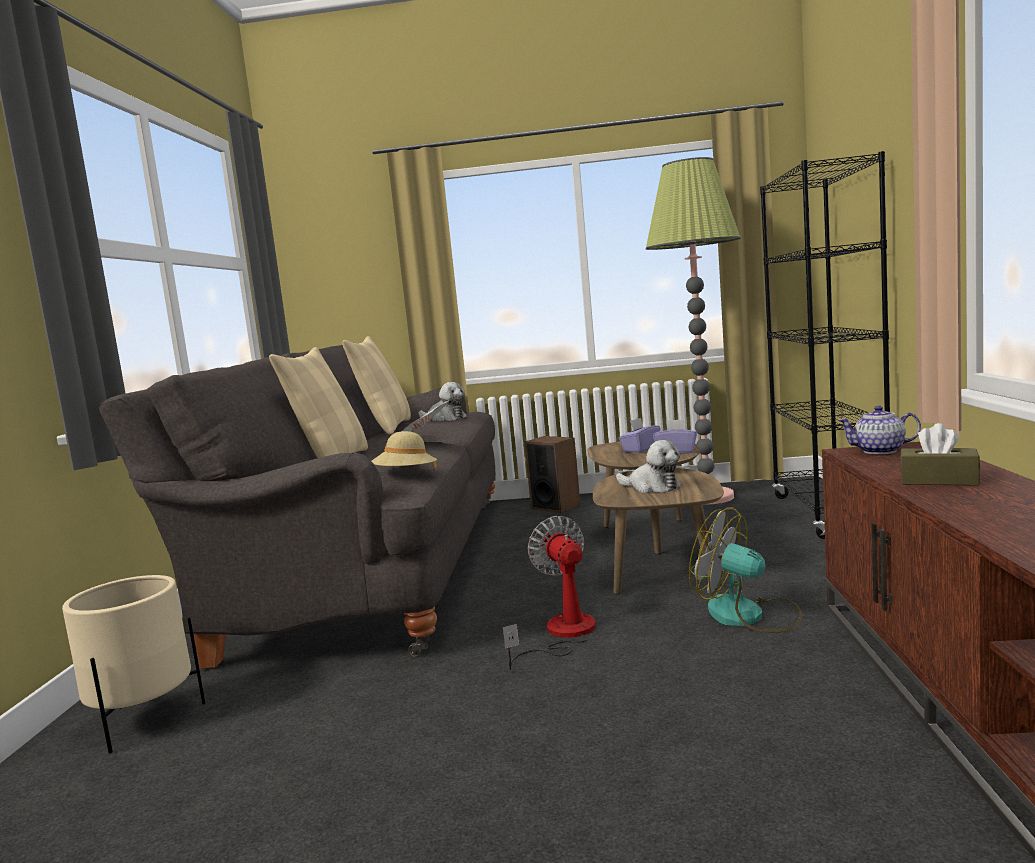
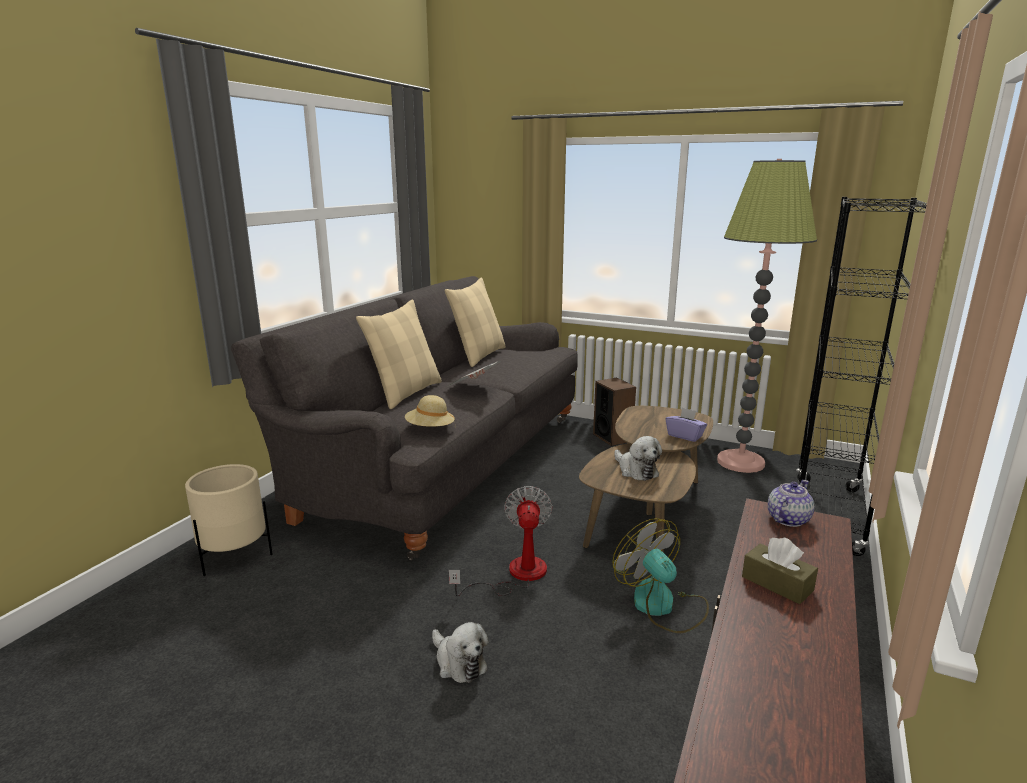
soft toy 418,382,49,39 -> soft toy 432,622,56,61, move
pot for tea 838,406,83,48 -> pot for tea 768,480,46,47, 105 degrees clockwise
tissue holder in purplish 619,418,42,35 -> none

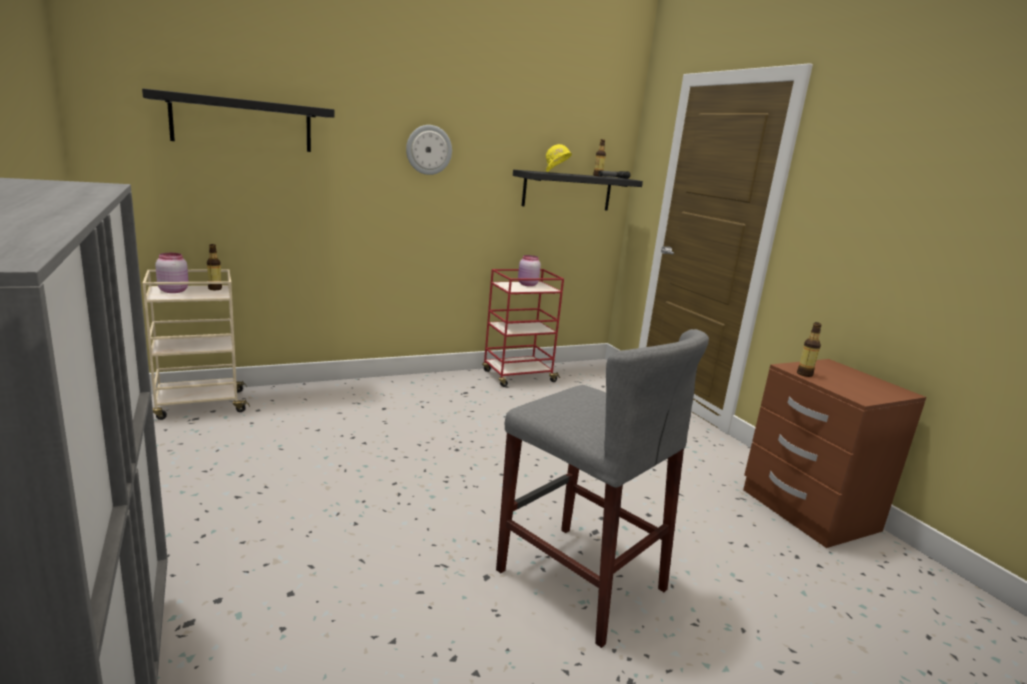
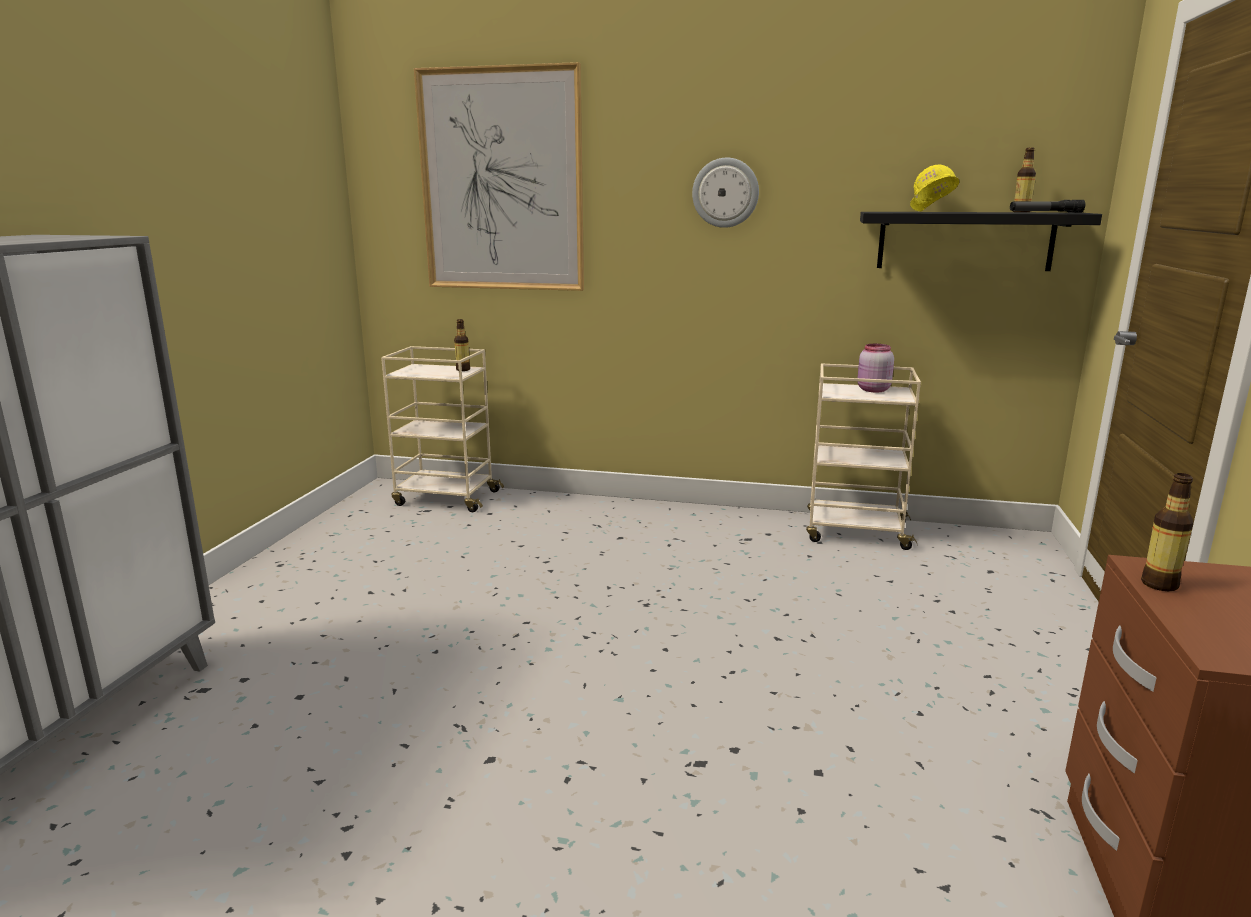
bracket shelf in black 142,88,192,64 -> wall picture 414,62,170,229
preserve jar in pink-coloured 155,253,34,40 -> none
cart in red-coloured 482,269,82,118 -> cart in beige 806,364,115,186
sitting stool in gray 496,329,213,319 -> none

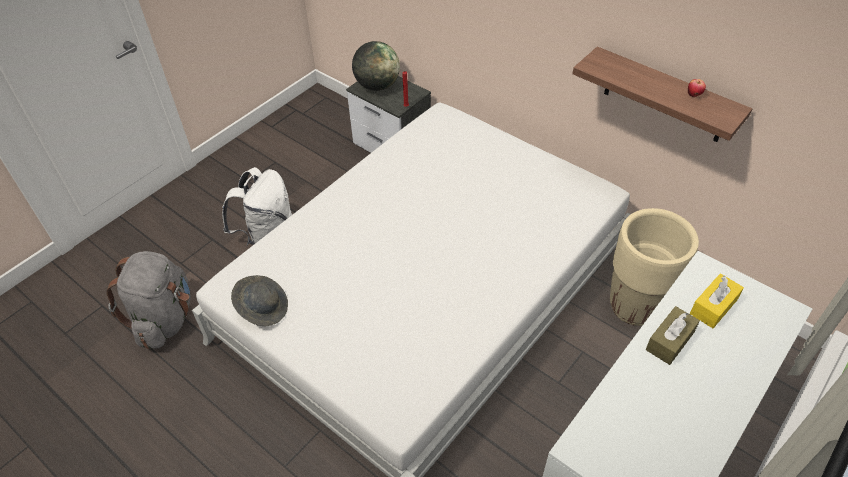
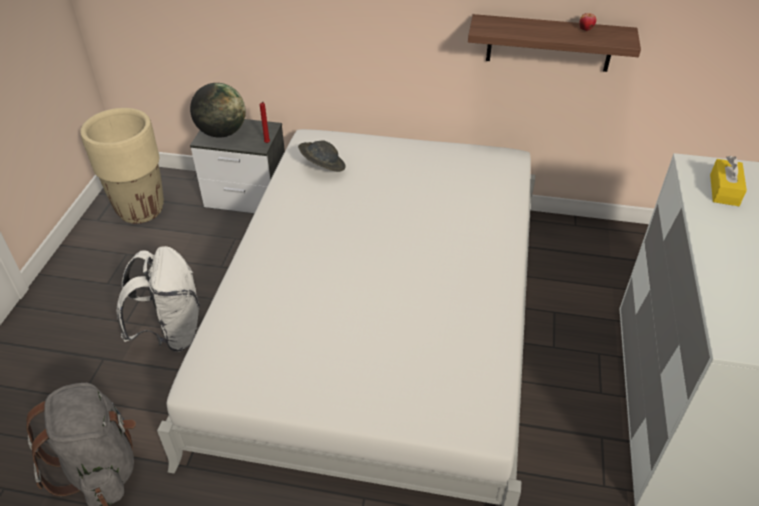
planter in beige 610,208,89,118 -> planter in beige 80,108,84,116, move
clothing hat in gray 231,275,57,51 -> clothing hat in gray 298,140,47,32, move
tissue holder in brownish 646,306,54,59 -> none

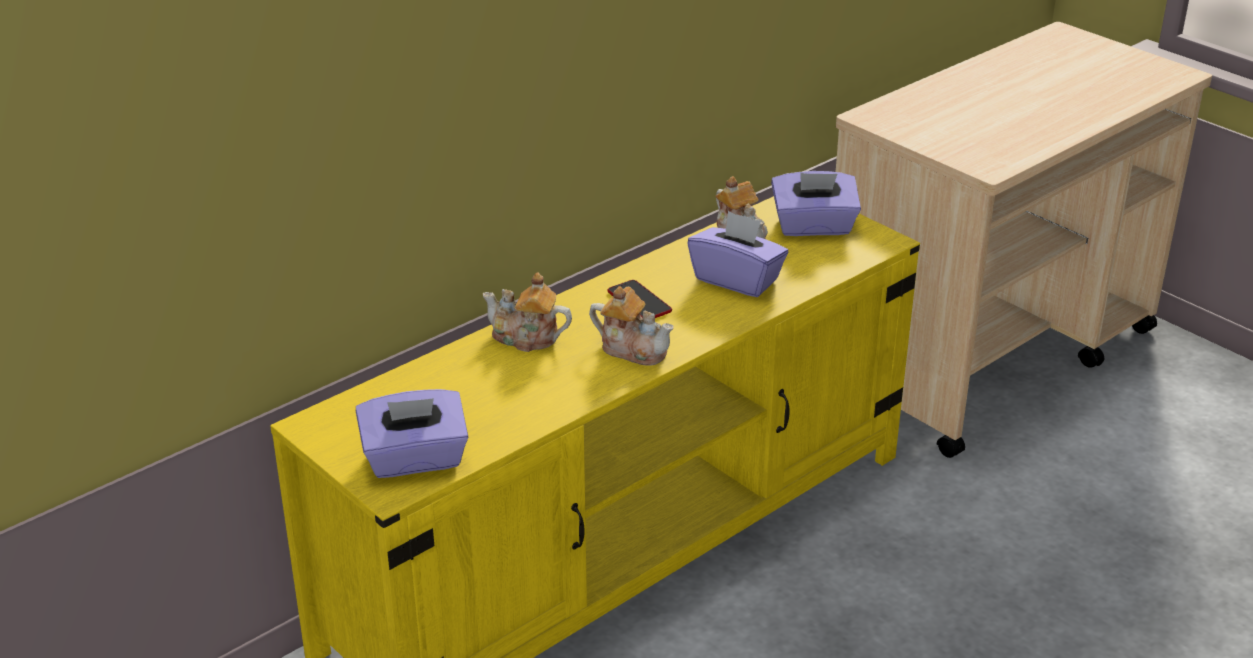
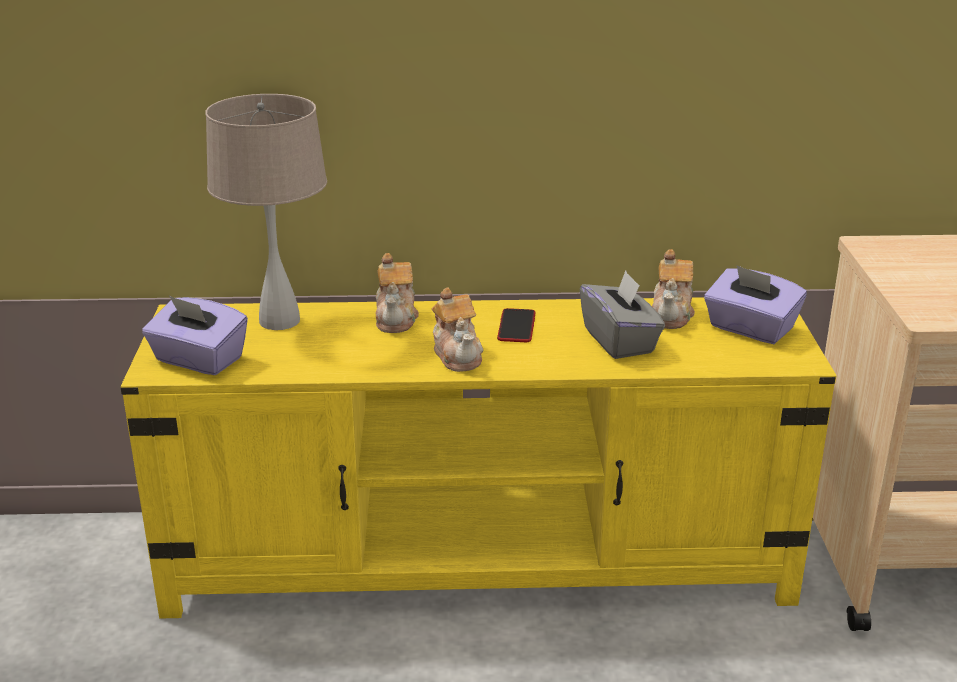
tissue holder in purplish 687,211,101,86 -> tissue holder in gray 580,270,85,89
pot for tea 483,272,89,80 -> pot for tea 376,253,43,80, 150 degrees counterclockwise
none -> table lamp in beige 205,94,122,236

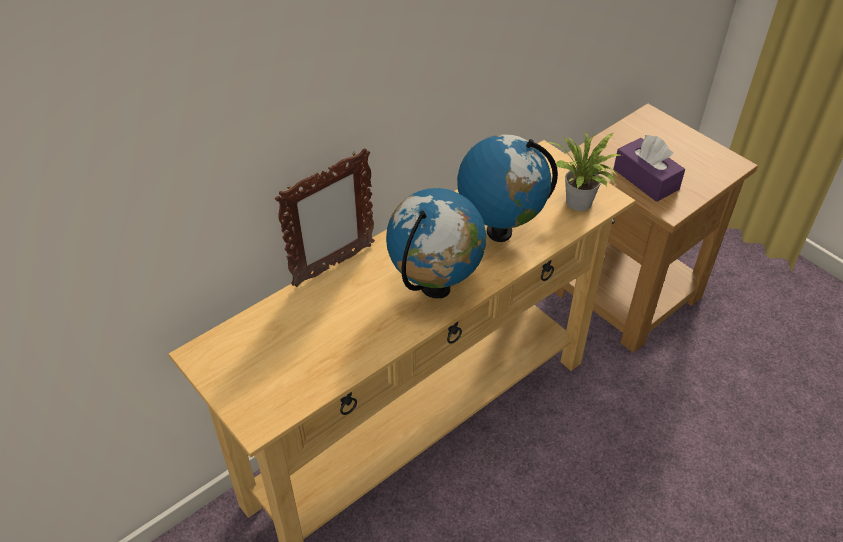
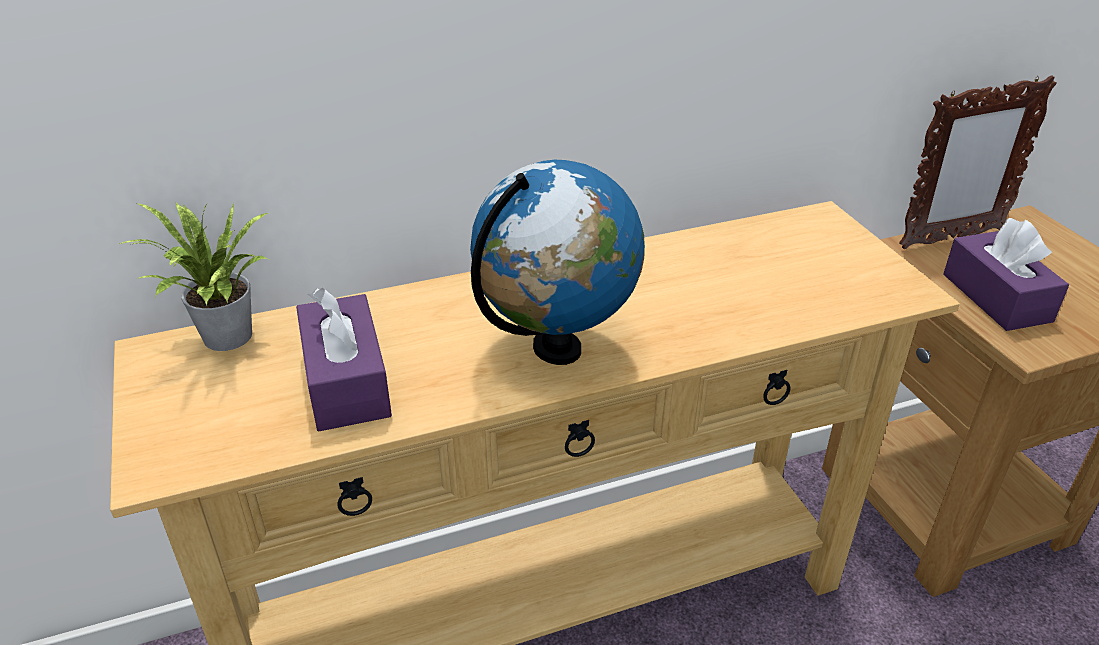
houseplant 547,132,73,79 -> houseplant 119,203,149,148, move
globe 457,134,101,108 -> none
picture frame 275,148,100,139 -> picture frame 899,76,158,173, move
none -> tissue holder in purplish 296,287,96,144

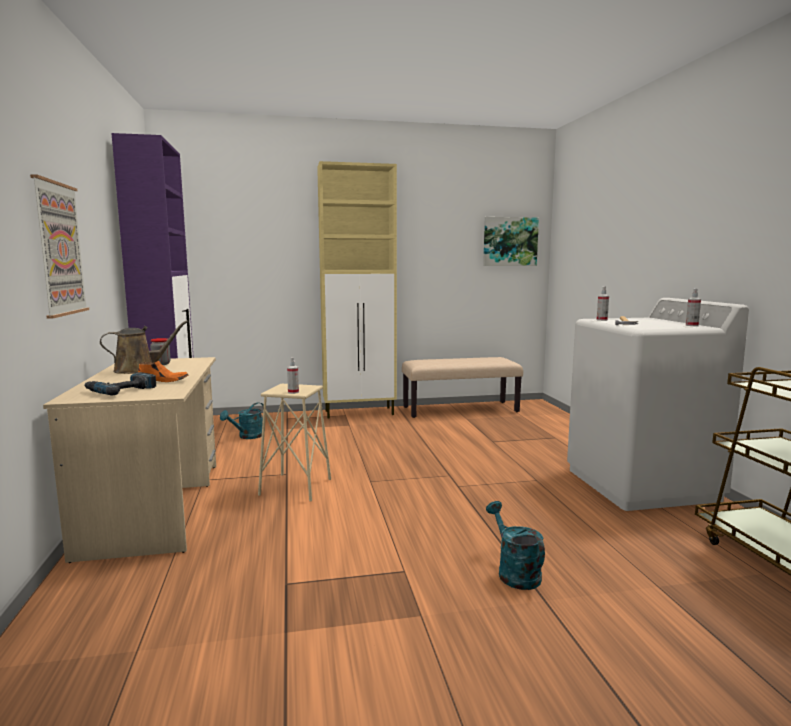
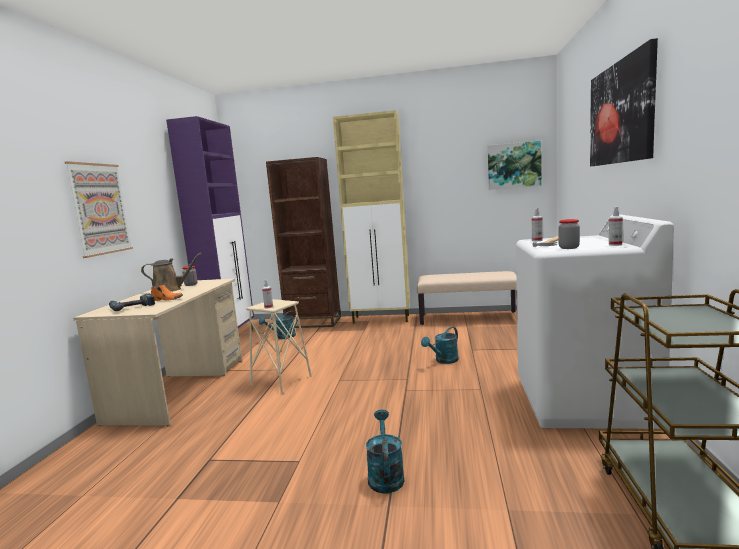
none -> wall picture 590,38,68,128
none -> bookshelf in brownish 266,157,75,171
none -> preserve jar 558,219,22,30
none -> sprinkling can in turquoise-coloured 421,327,38,37

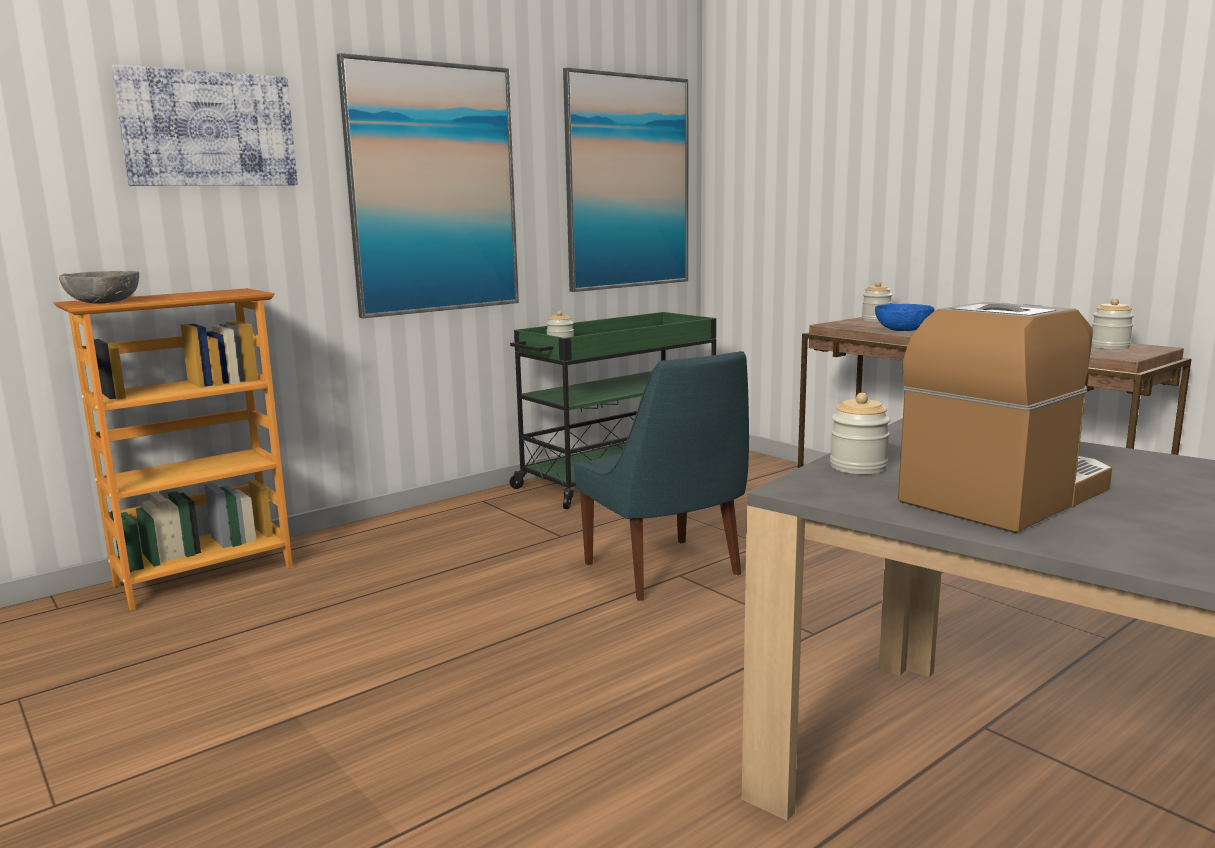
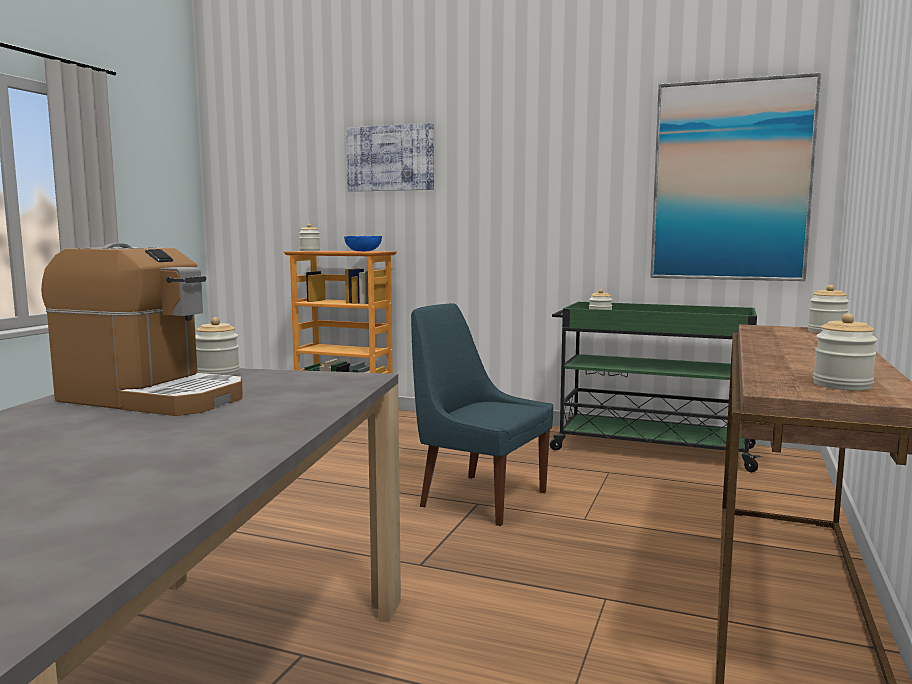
wall picture 337,53,182,265 -> none
serving bowl in gray 59,271,80,33 -> preserve jar 300,224,20,27
serving bowl in bluish 875,303,60,28 -> serving bowl in bluish 344,236,38,15, move
chair in bluish 573,351,176,250 -> chair in bluish 411,303,142,223, 90 degrees clockwise

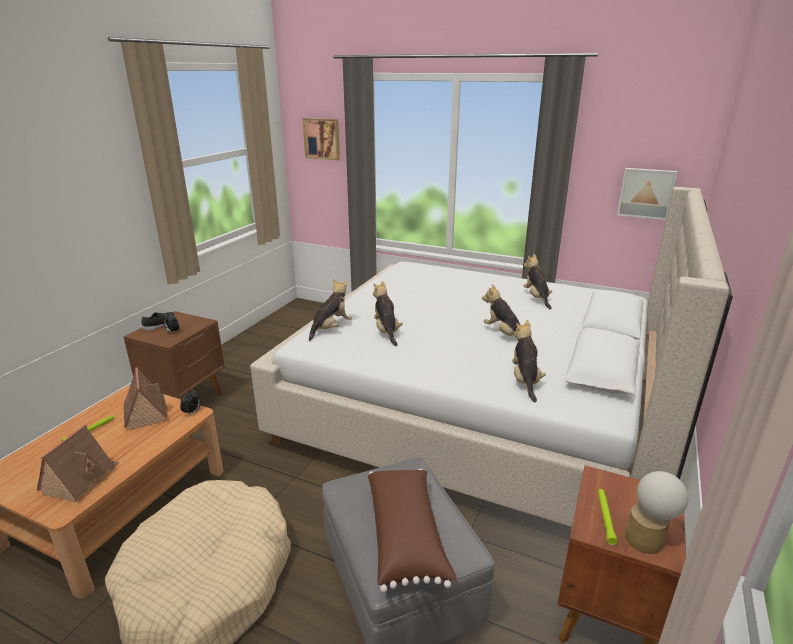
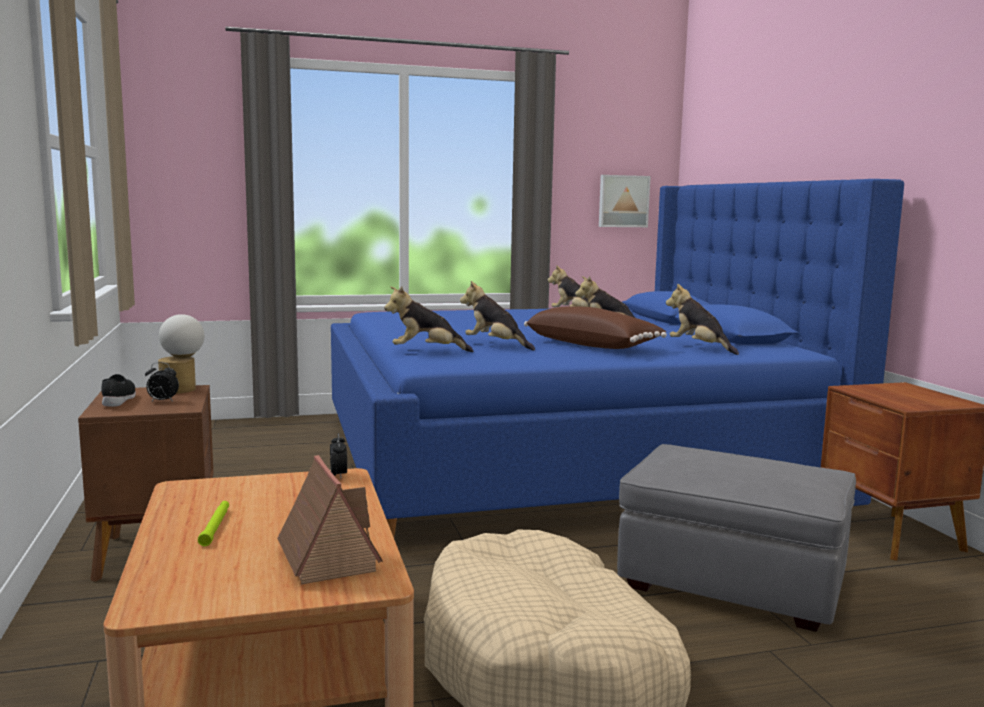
wall picture 302,118,38,42 -> none
sleeping bed in beige 250,187,483,340 -> sleeping bed in bluish 331,179,573,358
soft toy 309,279,43,62 -> soft toy 384,286,89,66, 90 degrees counterclockwise
toy house 124,368,44,62 -> none
throw pillow in brownish 368,469,89,124 -> throw pillow in brownish 524,306,143,43, move
table lamp 625,471,63,83 -> table lamp 158,314,46,80, move
hand torch in greenish 598,489,19,56 -> none

